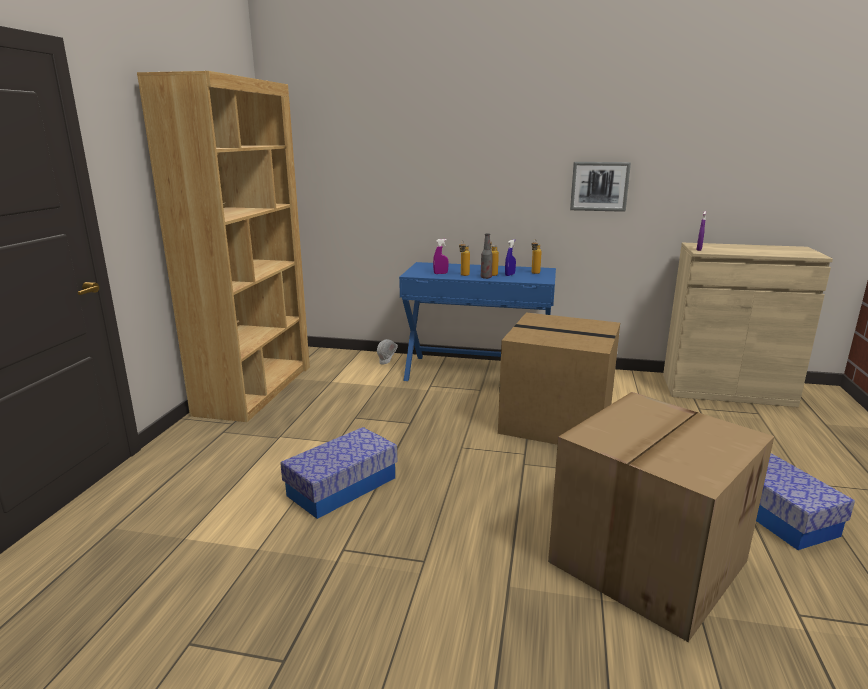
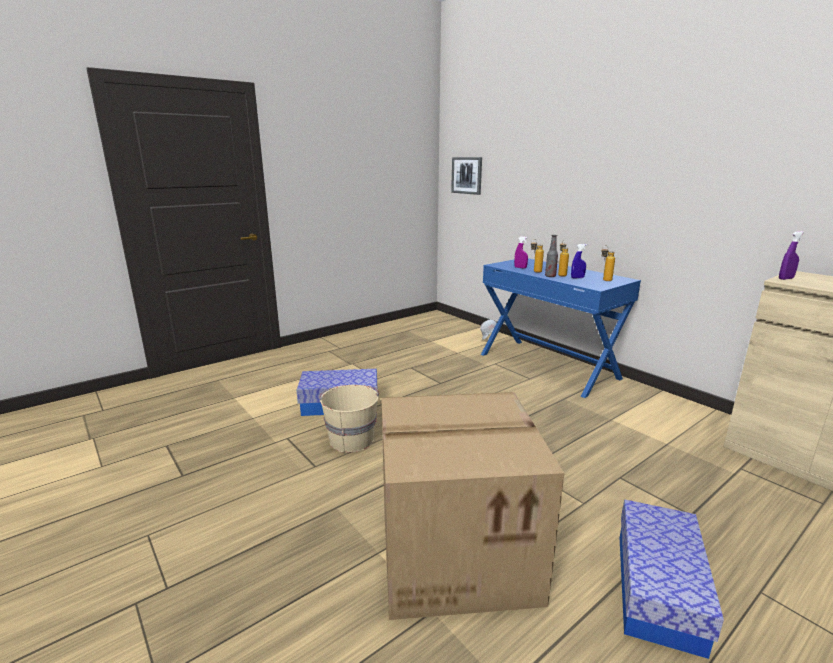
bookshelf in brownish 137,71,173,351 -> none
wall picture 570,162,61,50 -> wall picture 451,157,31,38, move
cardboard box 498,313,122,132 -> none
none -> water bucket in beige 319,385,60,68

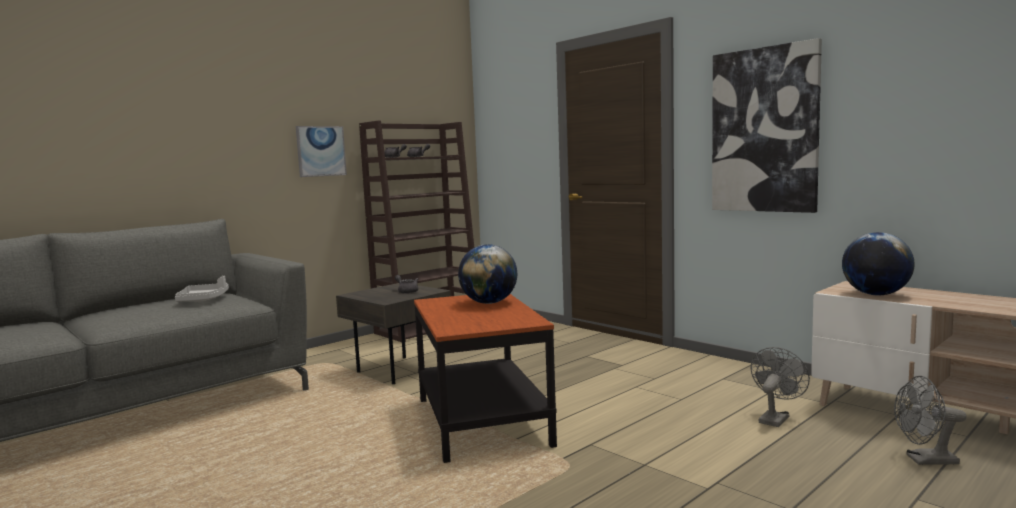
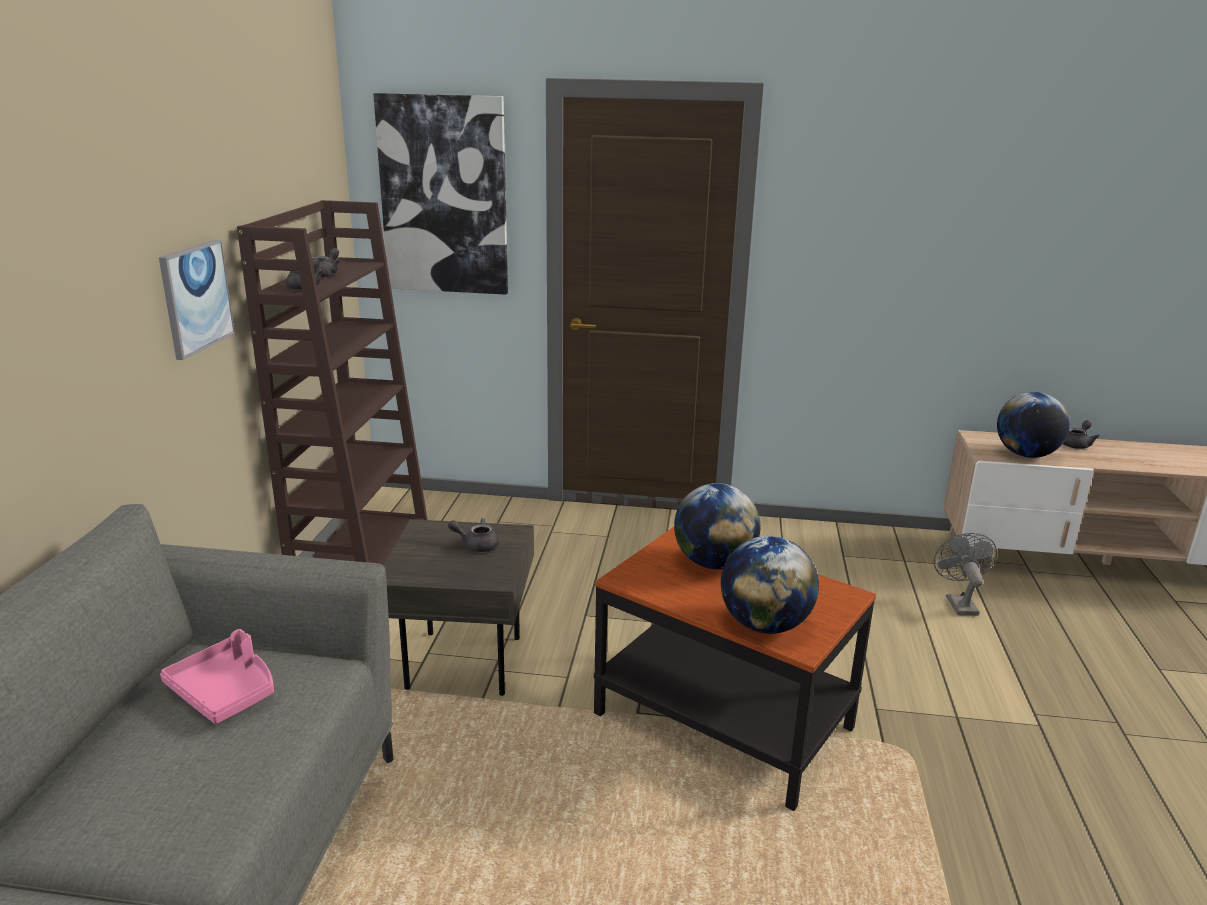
wall picture 712,38,110,175 -> wall picture 373,93,135,202, move
serving tray in gray 175,276,54,26 -> serving tray in pink-coloured 160,629,114,95
fan in gray 894,376,72,89 -> none
none -> pot for tea in gray 1063,420,37,29
none -> globe 721,536,98,98

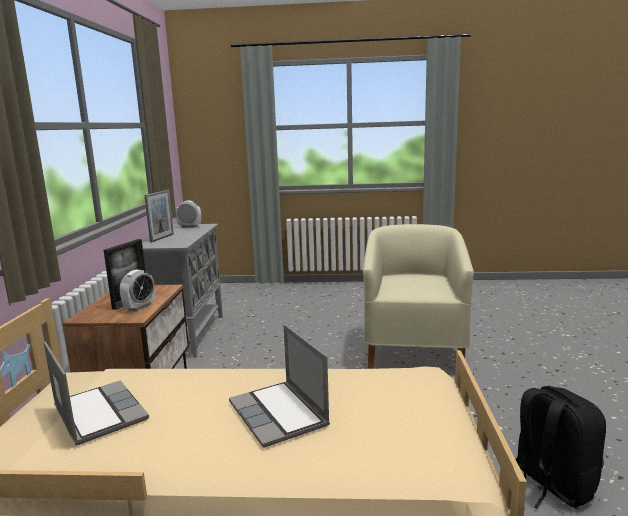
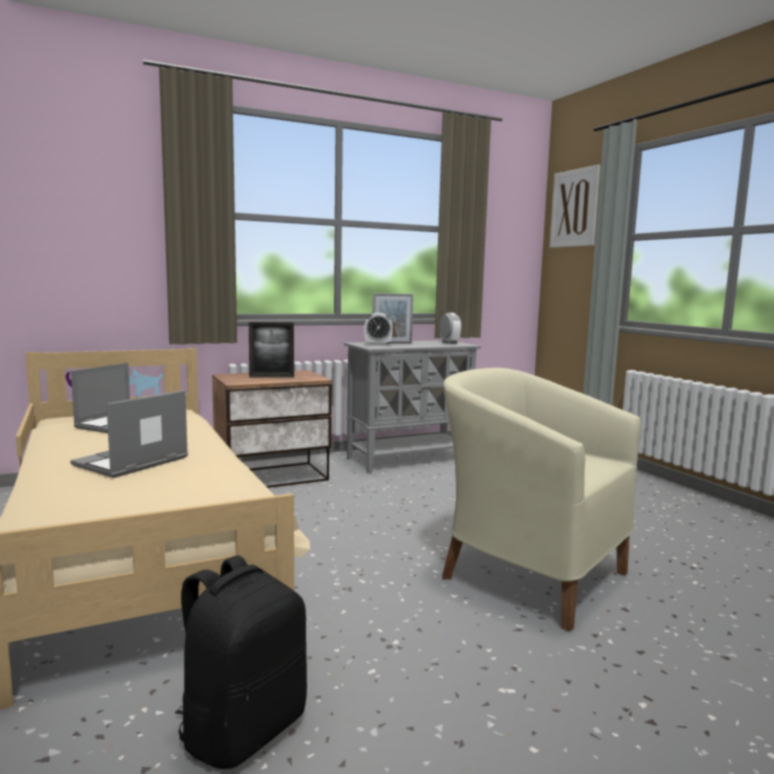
lounge chair in beige 363,224,111,145 -> lounge chair in beige 442,368,199,264, 120 degrees counterclockwise
bedside clock 120,269,35,42 -> bedside clock 364,313,29,32, move
none -> wall picture 550,165,50,83

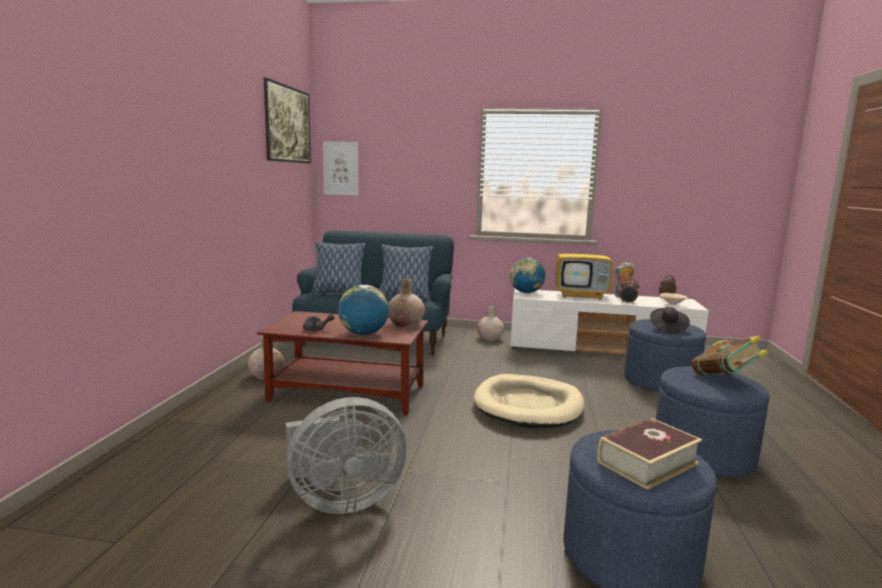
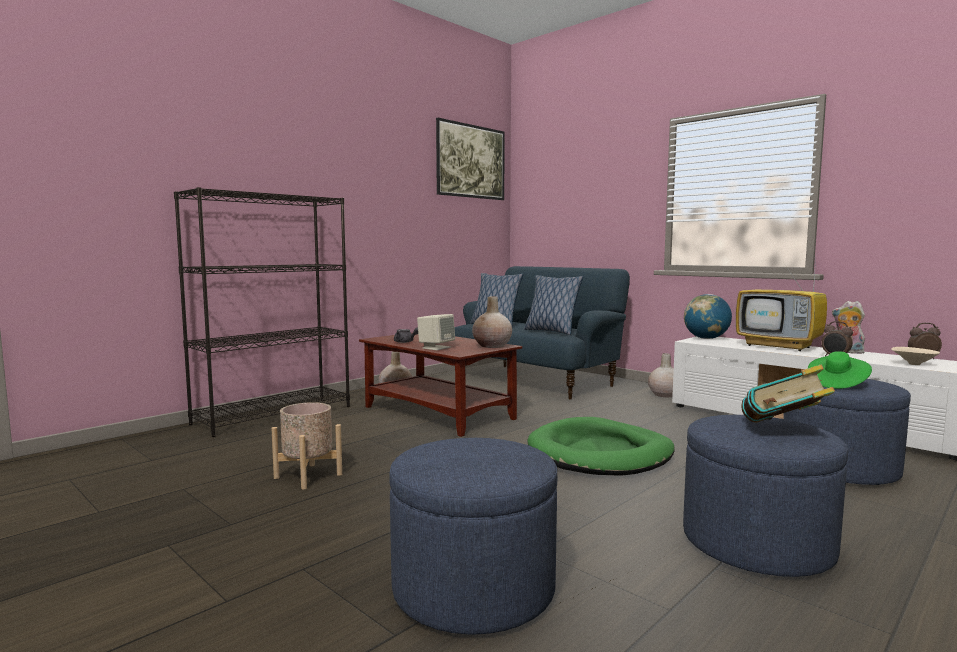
wall picture 323,141,35,54 -> none
globe 338,285,51,50 -> audio speaker in beige 417,314,38,36
clothing hat in black 650,307,40,27 -> clothing hat in greenish 808,351,64,38
dog cushion in beige 474,374,111,54 -> dog cushion in greenish 527,417,148,59
fan in gray 286,397,121,117 -> planter in beige 271,402,71,88
book 598,418,104,72 -> none
none -> bookshelf in black 174,187,176,250

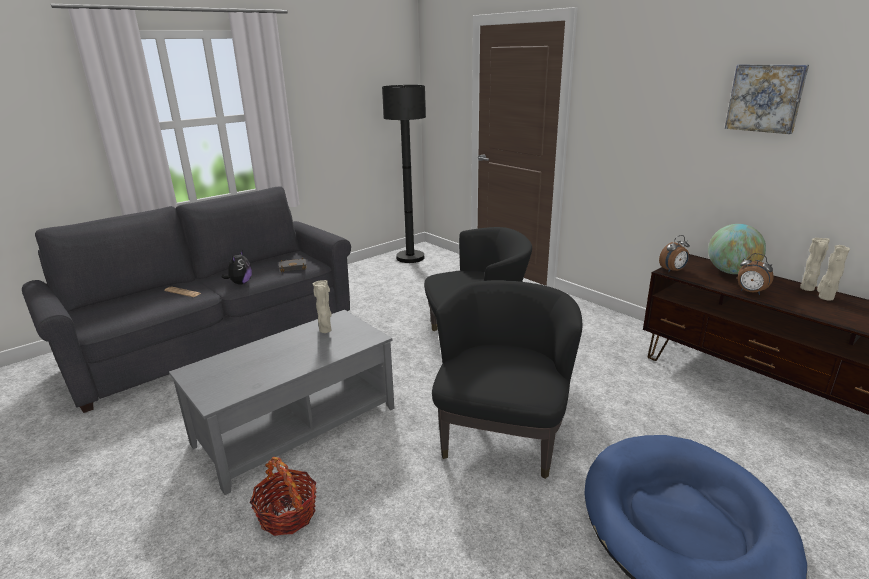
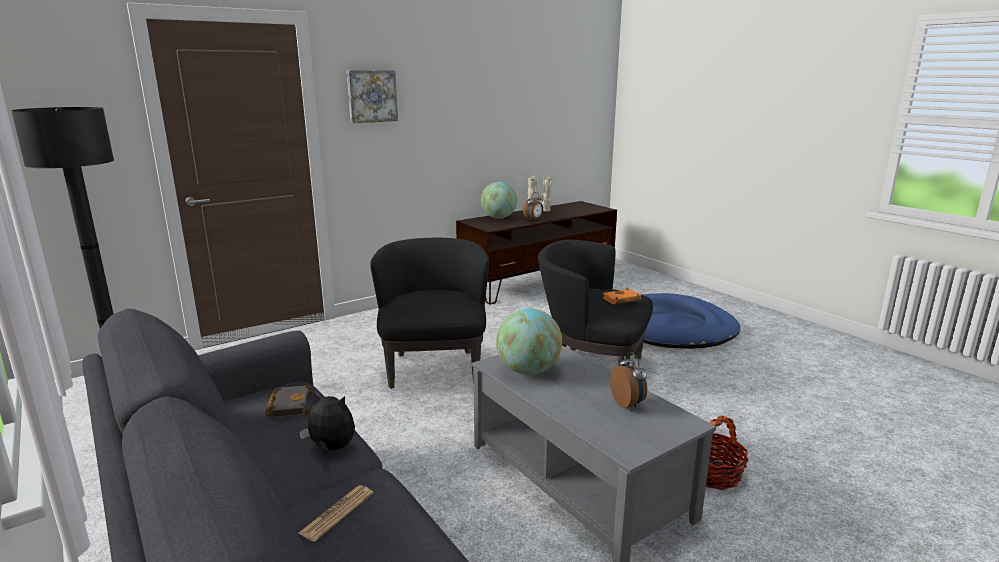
wall picture 725,64,84,70 -> wall picture 347,70,51,53, move
bedside clock 659,235,31,37 -> bedside clock 610,352,37,57, move
flower vase in beige 313,280,19,53 -> globe 496,308,66,67
none -> book in orangey 602,288,40,17

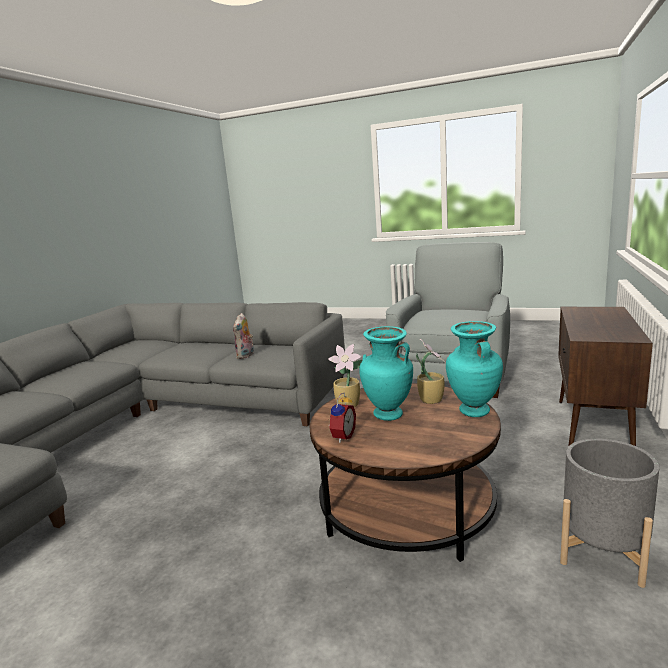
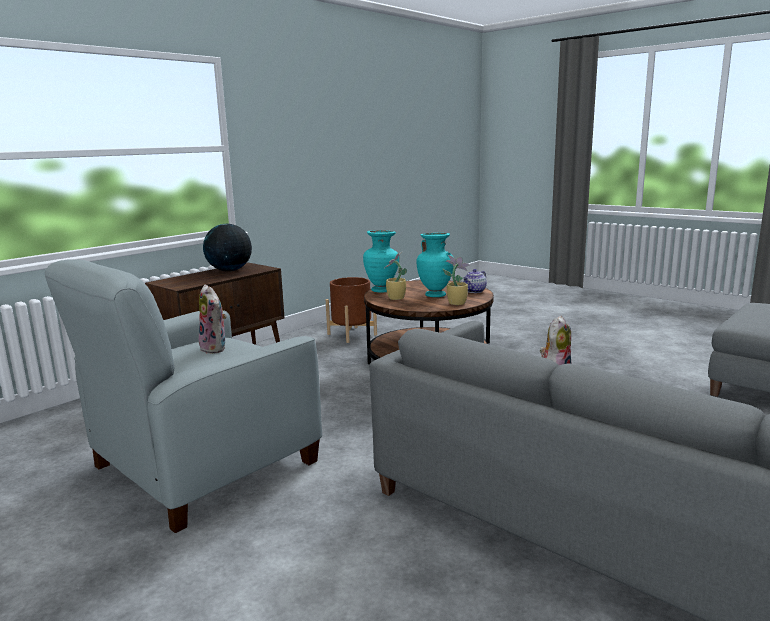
bedside clock 329,392,27,51 -> pot for tea 463,269,24,24
planter in gray 560,439,100,149 -> planter in brownish 326,277,51,66
none -> globe 203,224,49,47
none -> soft toy 199,284,28,70

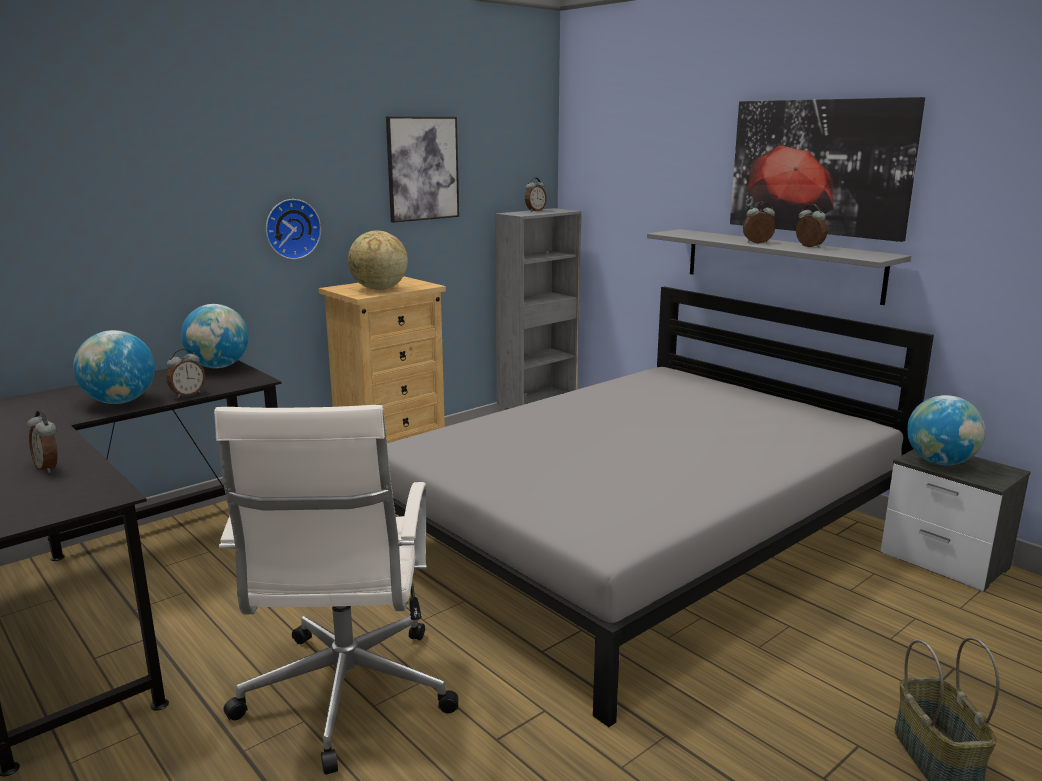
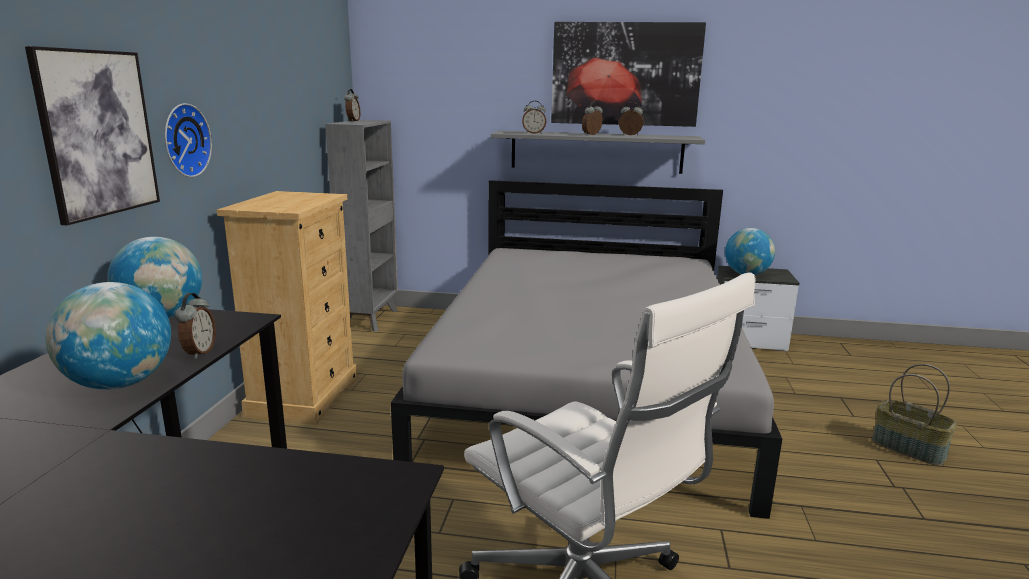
wall picture 386,116,73,107 -> wall picture 25,46,135,179, move
globe 348,230,60,60 -> none
bedside clock 27,410,31,63 -> bedside clock 522,101,24,33, move

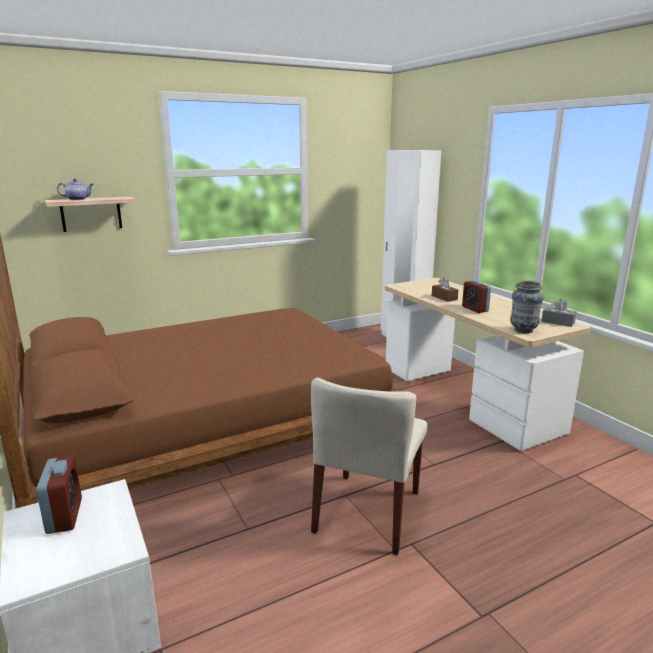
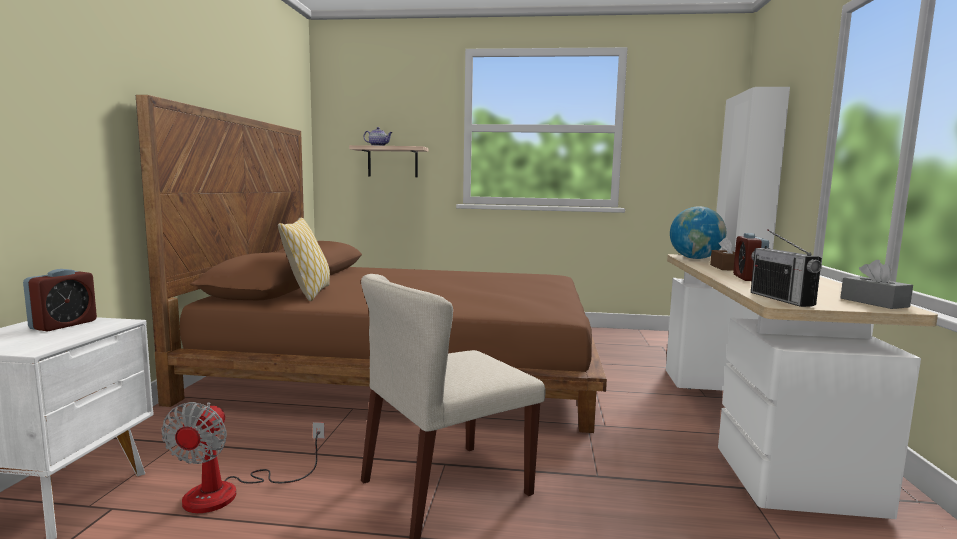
flower vase 510,280,34,53 -> radio receiver 751,229,71,78
none -> globe 670,206,56,53
none -> throw pillow 278,217,52,84
none -> fan 161,402,164,111

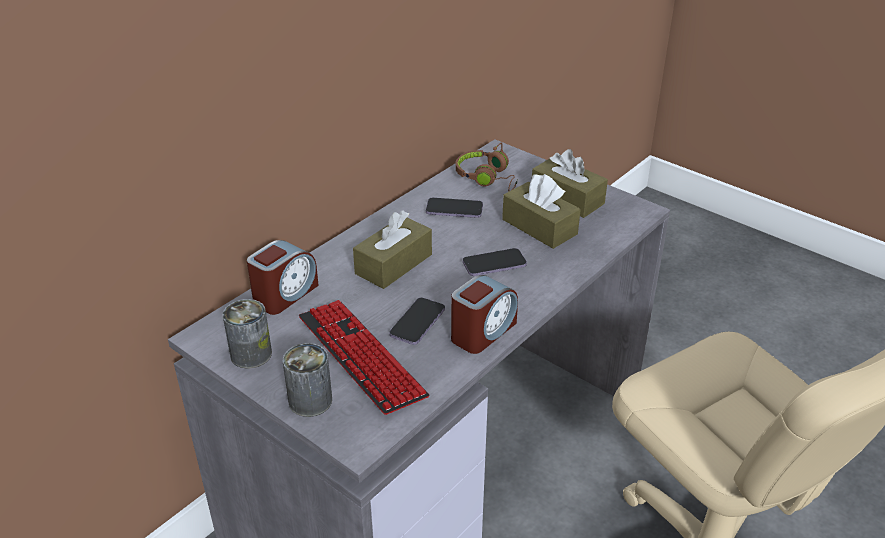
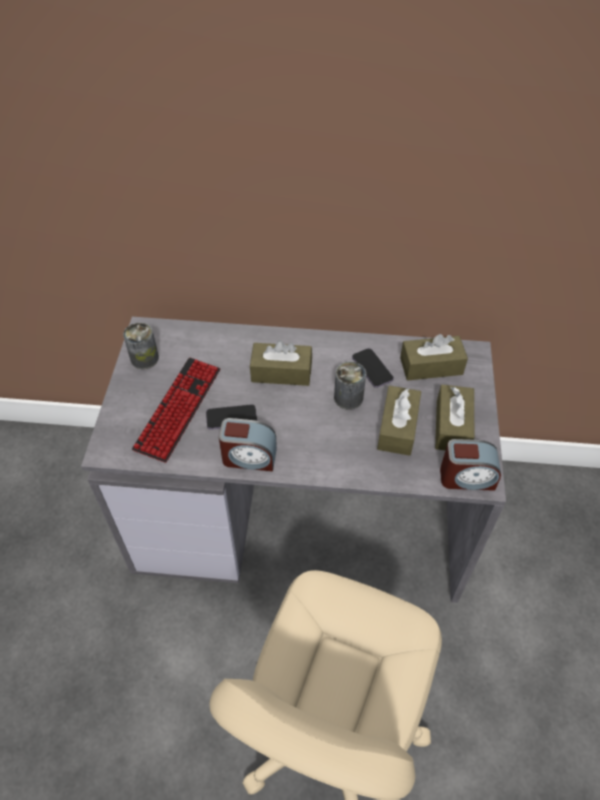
headset in brownish 455,143,63,48 -> tissue holder in brownish 400,334,68,47
bedside clock 247,240,72,75 -> bedside clock 440,439,61,52, move
telephone 463,248,64,28 -> none
can 283,343,49,74 -> can 334,361,32,49, move

